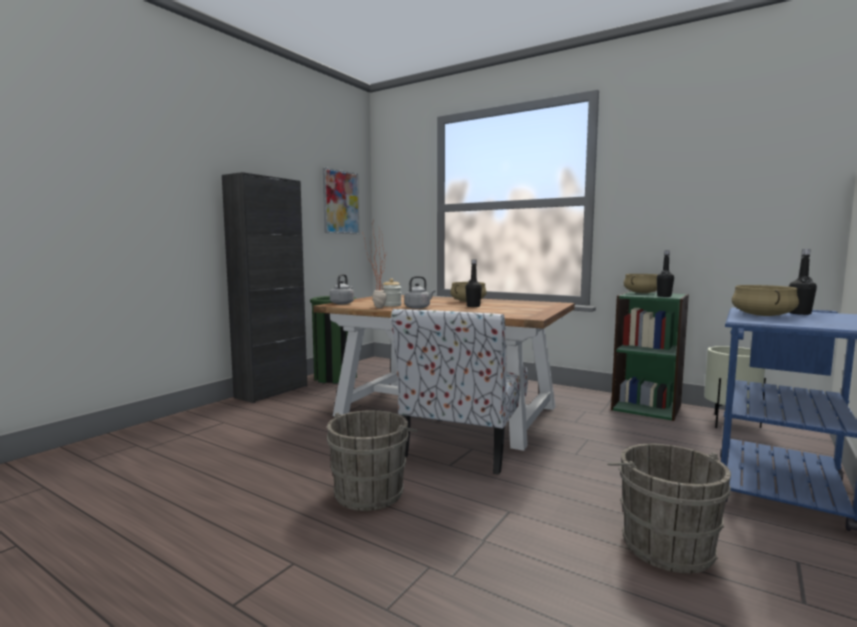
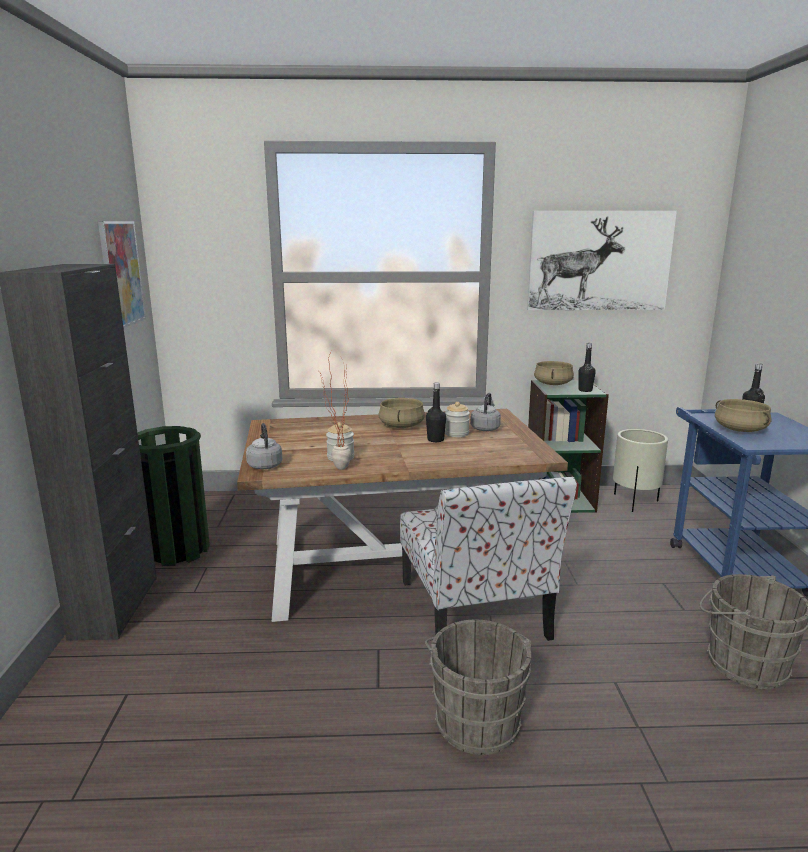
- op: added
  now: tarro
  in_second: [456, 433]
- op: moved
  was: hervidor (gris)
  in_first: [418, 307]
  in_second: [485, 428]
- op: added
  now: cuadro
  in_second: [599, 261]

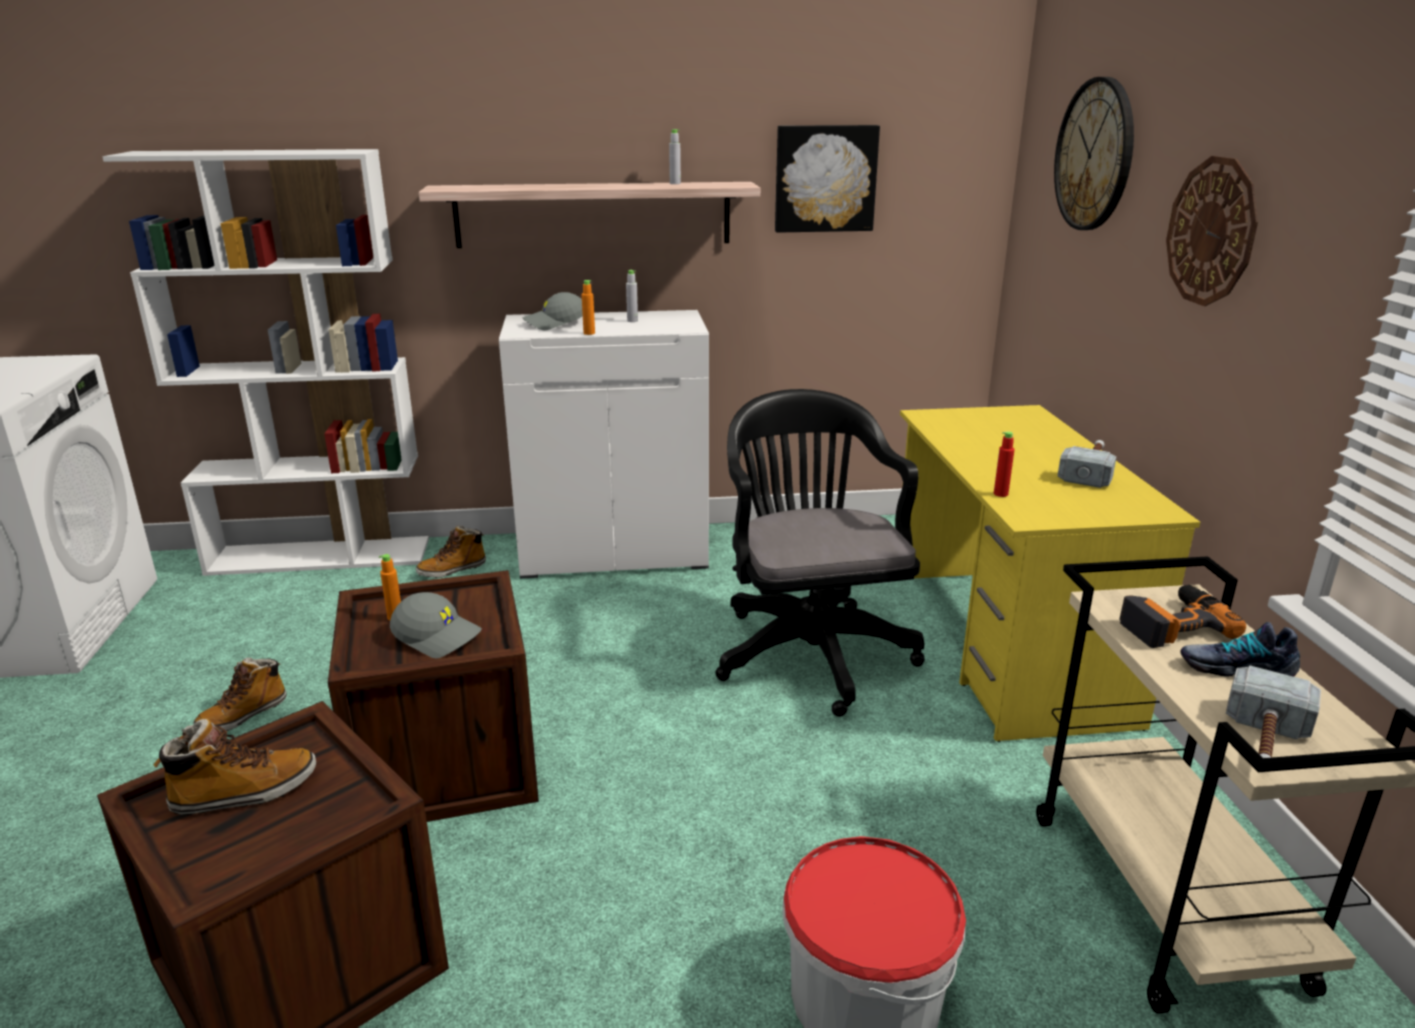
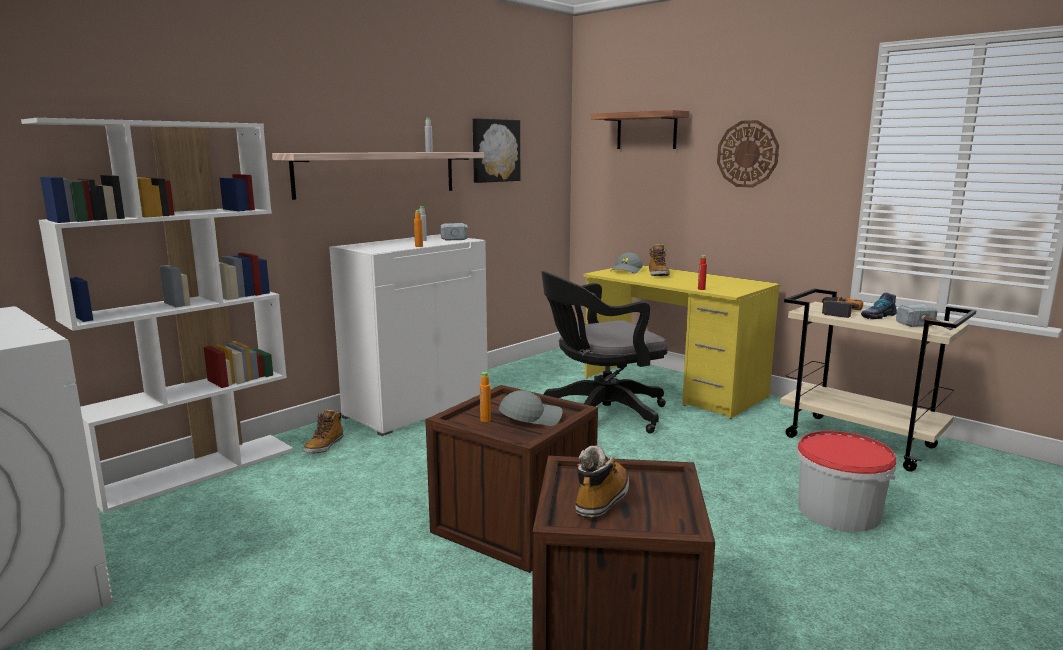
- op: moved
  was: martillo
  in_first: [1089, 471]
  in_second: [453, 237]
- op: turned
  was: silla de oficina (negro)
  in_first: [809, 649]
  in_second: [599, 414]
  clockwise: -60
- op: replaced
  was: reloj de pared
  now: estante
  in_first: [1095, 155]
  in_second: [646, 130]
- op: moved
  was: gorra (gris)
  in_first: [556, 324]
  in_second: [627, 271]
- op: moved
  was: bota
  in_first: [243, 715]
  in_second: [658, 274]

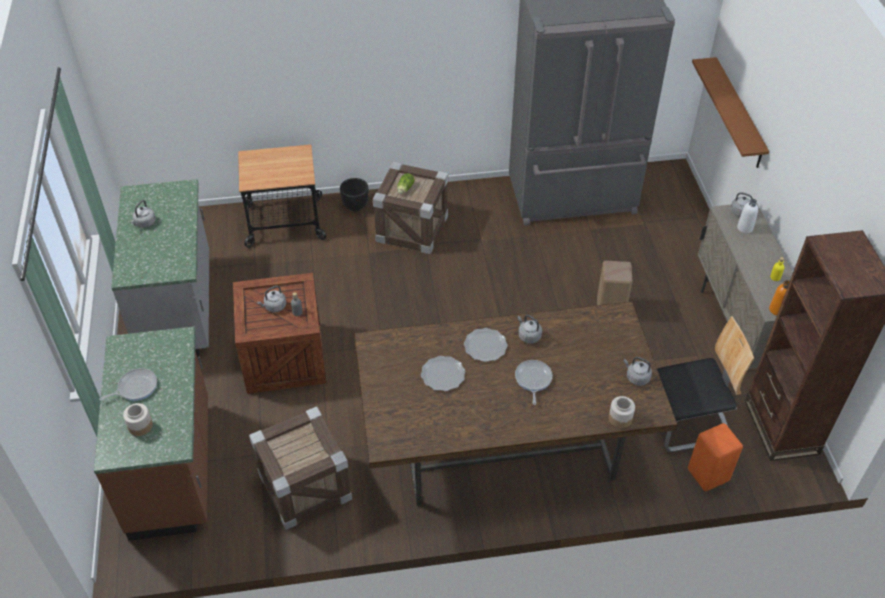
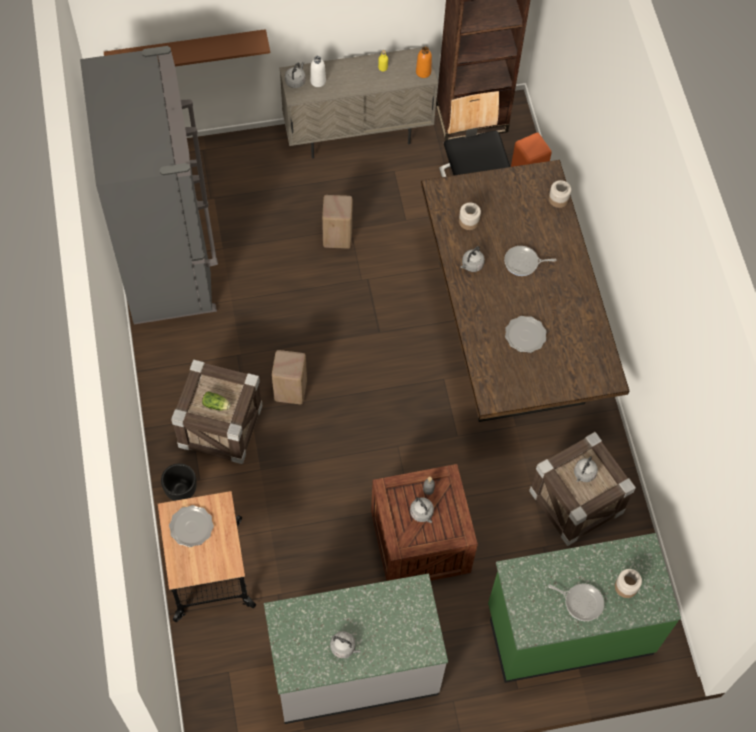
- op: moved
  was: plato
  in_first: [485, 346]
  in_second: [191, 527]
- op: added
  now: taburete (beis)
  in_second: [289, 389]
- op: added
  now: tarro
  in_second: [469, 221]
- op: recoloured
  was: mueble bajo de cocina (marrón)
  now: mueble bajo de cocina (verde)
  in_first: [173, 468]
  in_second: [569, 629]
- op: turned
  was: sartén
  in_first: [135, 387]
  in_second: [581, 602]
  clockwise: 150
- op: moved
  was: hervidor (gris)
  in_first: [636, 377]
  in_second: [583, 474]

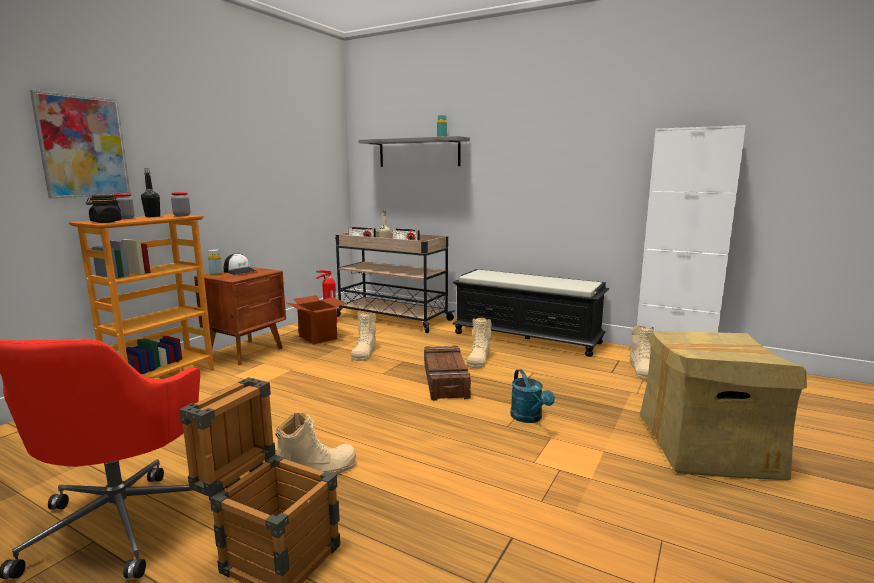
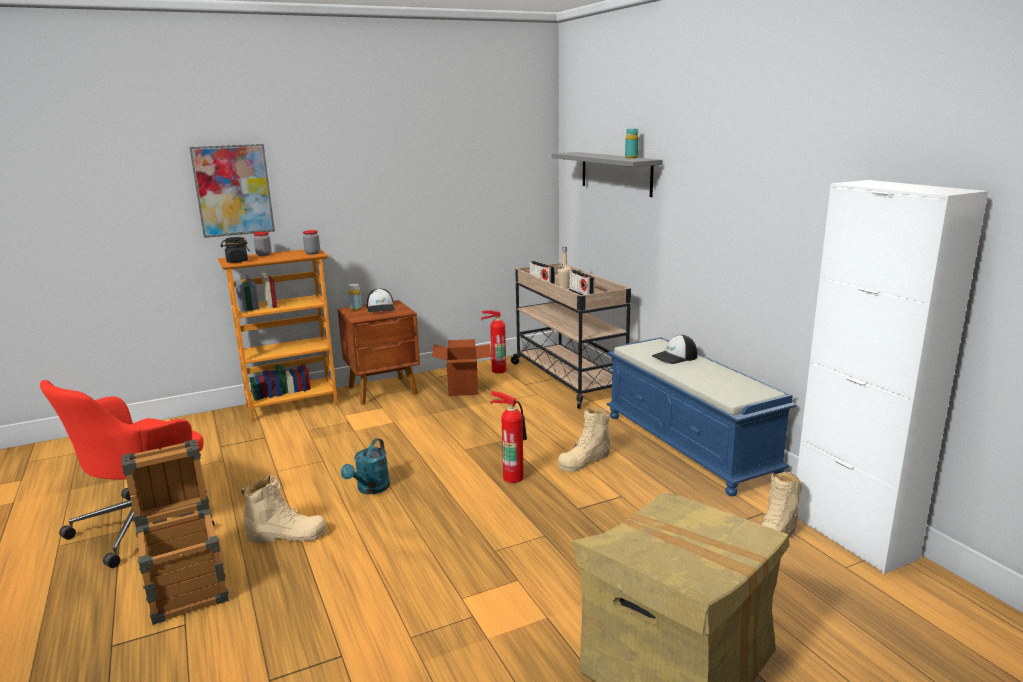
- op: moved
  was: regadera (turquesa)
  in_first: [529, 418]
  in_second: [370, 489]
- op: replaced
  was: caja de embalaje
  now: extintor
  in_first: [446, 380]
  in_second: [512, 476]
- op: recoloured
  was: banco (negro)
  now: banco (azul)
  in_first: [527, 337]
  in_second: [690, 445]
- op: added
  now: gorra
  in_second: [675, 357]
- op: removed
  was: botella (negro)
  in_first: [152, 216]
- op: removed
  was: bota (beis)
  in_first: [364, 352]

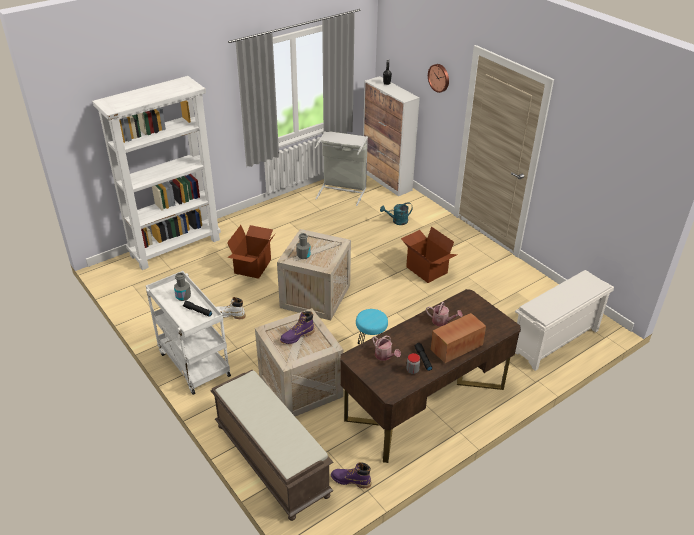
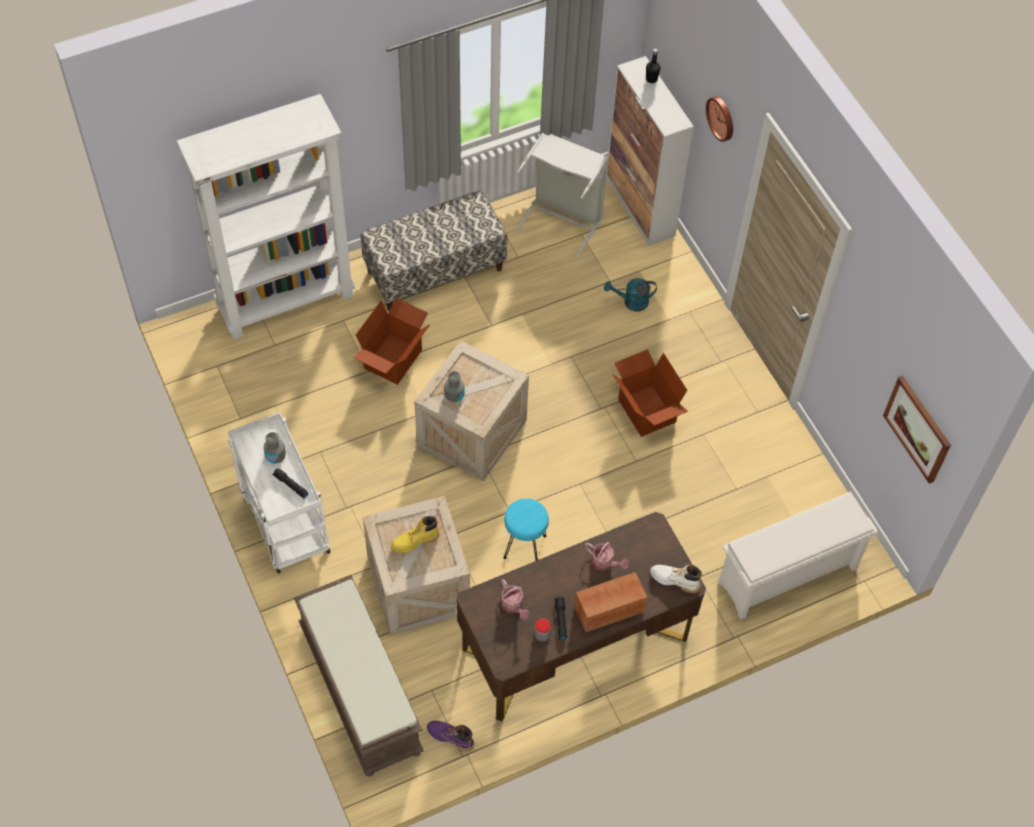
- op: added
  now: banco
  in_second: [435, 270]
- op: recoloured
  was: bota (morado)
  now: bota (amarillo)
  in_first: [297, 336]
  in_second: [415, 541]
- op: moved
  was: bota (blanco)
  in_first: [229, 315]
  in_second: [674, 580]
- op: added
  now: cuadro
  in_second: [918, 429]

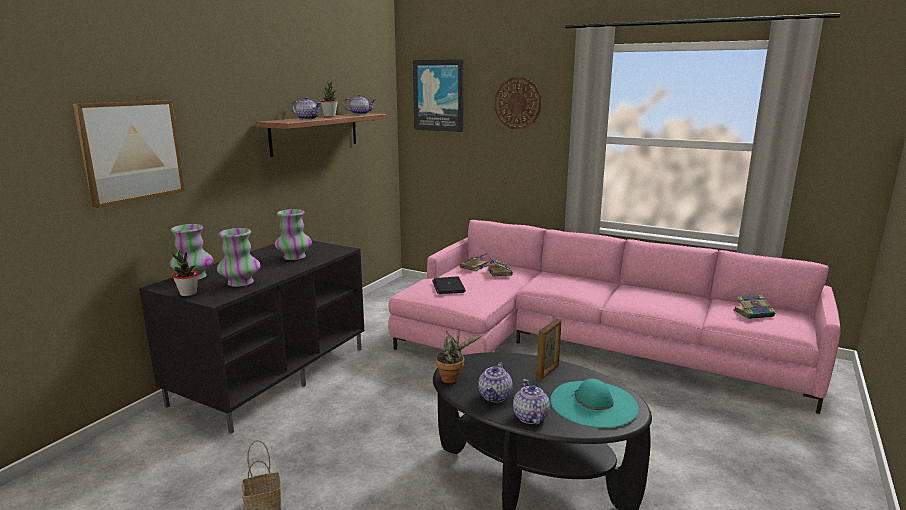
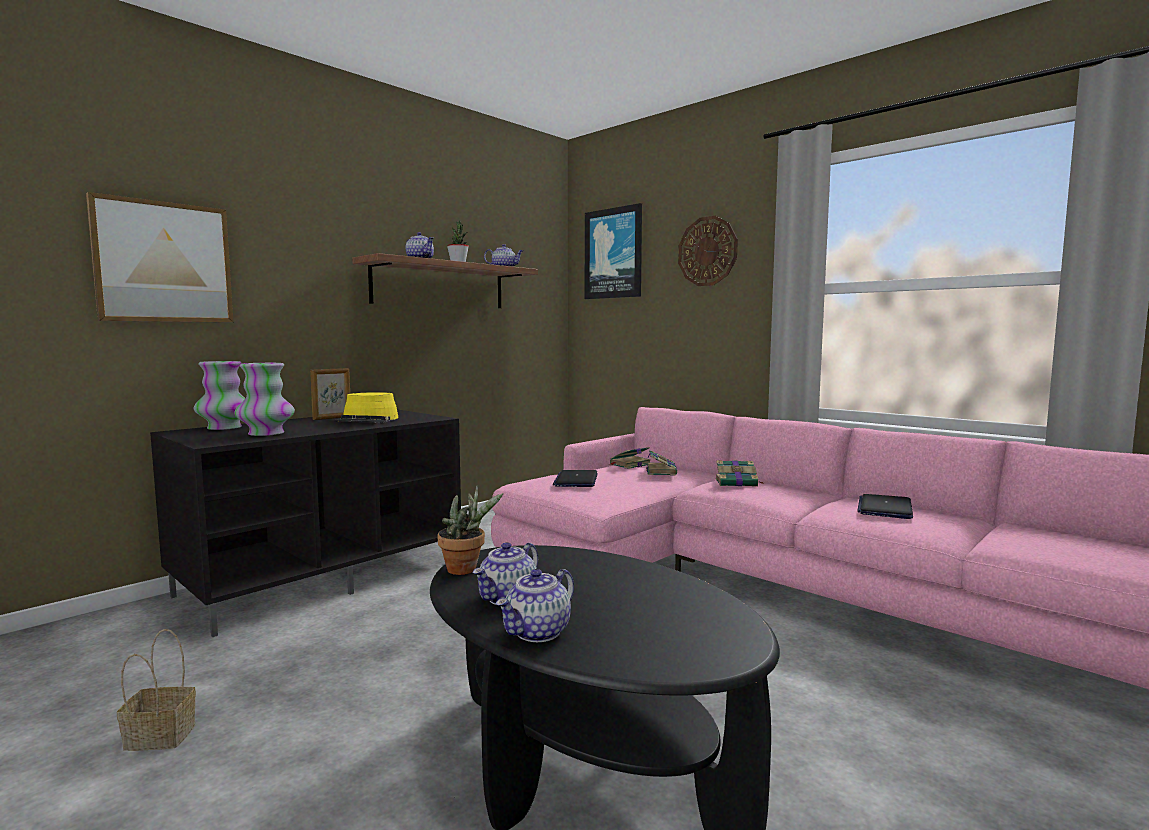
- op: moved
  was: portarretratos
  in_first: [548, 372]
  in_second: [332, 418]
- op: replaced
  was: florero
  now: sombrero (amarillo)
  in_first: [294, 257]
  in_second: [368, 420]
- op: turned
  was: tetera
  in_first: [529, 417]
  in_second: [538, 632]
  clockwise: -150
- op: moved
  was: libro
  in_first: [754, 313]
  in_second: [737, 483]
- op: added
  now: portátil
  in_second: [885, 508]
- op: removed
  was: planta en maceta
  in_first: [188, 293]
- op: removed
  was: sombrero (turquesa)
  in_first: [593, 403]

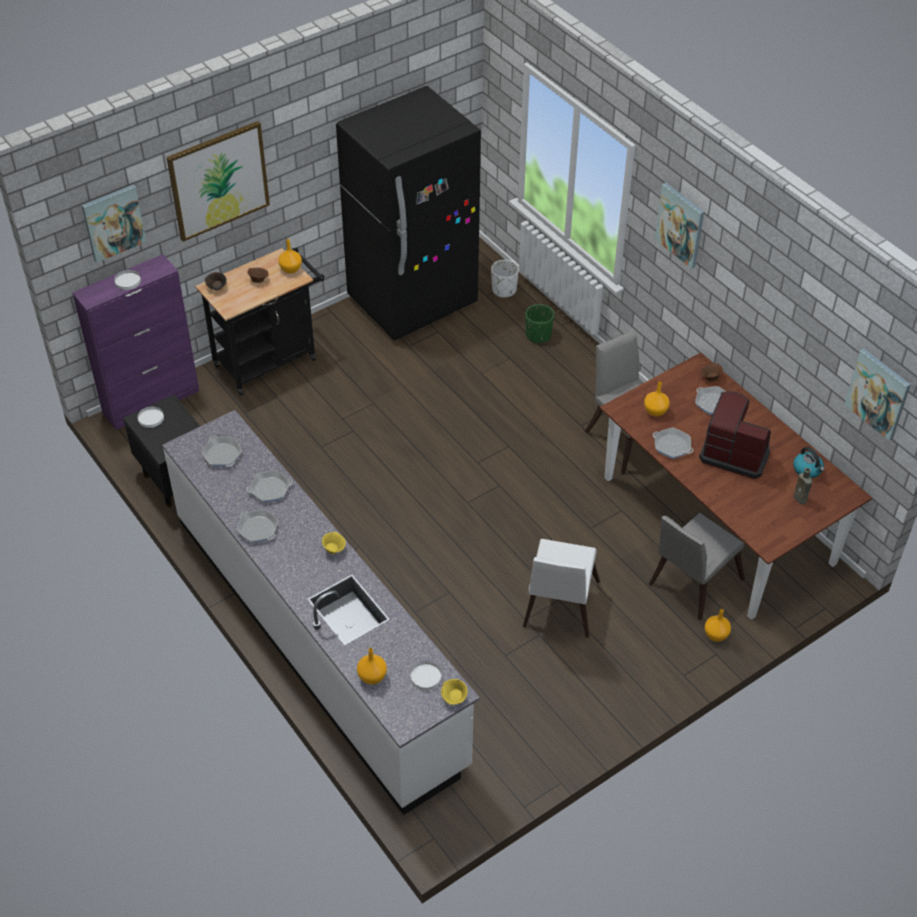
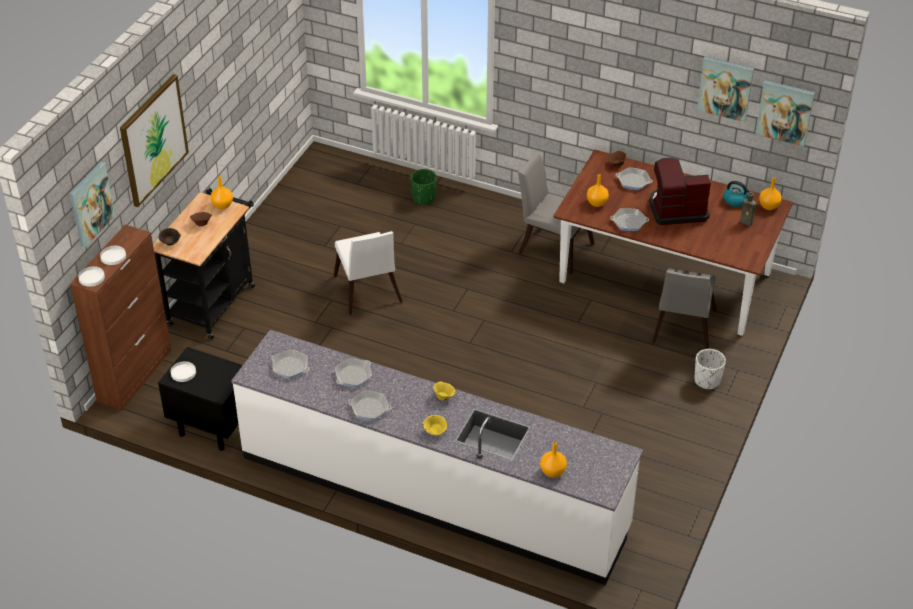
- op: recoloured
  was: armario (morado)
  now: armario (marrón)
  in_first: [152, 401]
  in_second: [135, 375]
- op: moved
  was: plato (blanco)
  in_first: [425, 677]
  in_second: [91, 277]
- op: moved
  was: silla (blanco)
  in_first: [559, 608]
  in_second: [368, 293]
- op: moved
  was: cuenco (amarillo)
  in_first: [454, 698]
  in_second: [435, 432]
- op: moved
  was: maceta (blanco)
  in_first: [504, 290]
  in_second: [707, 380]
- op: moved
  was: cuadro
  in_first: [680, 225]
  in_second: [725, 88]
- op: moved
  was: florero (naranja)
  in_first: [716, 635]
  in_second: [769, 206]
- op: removed
  was: nevera (negro)
  in_first: [412, 301]

